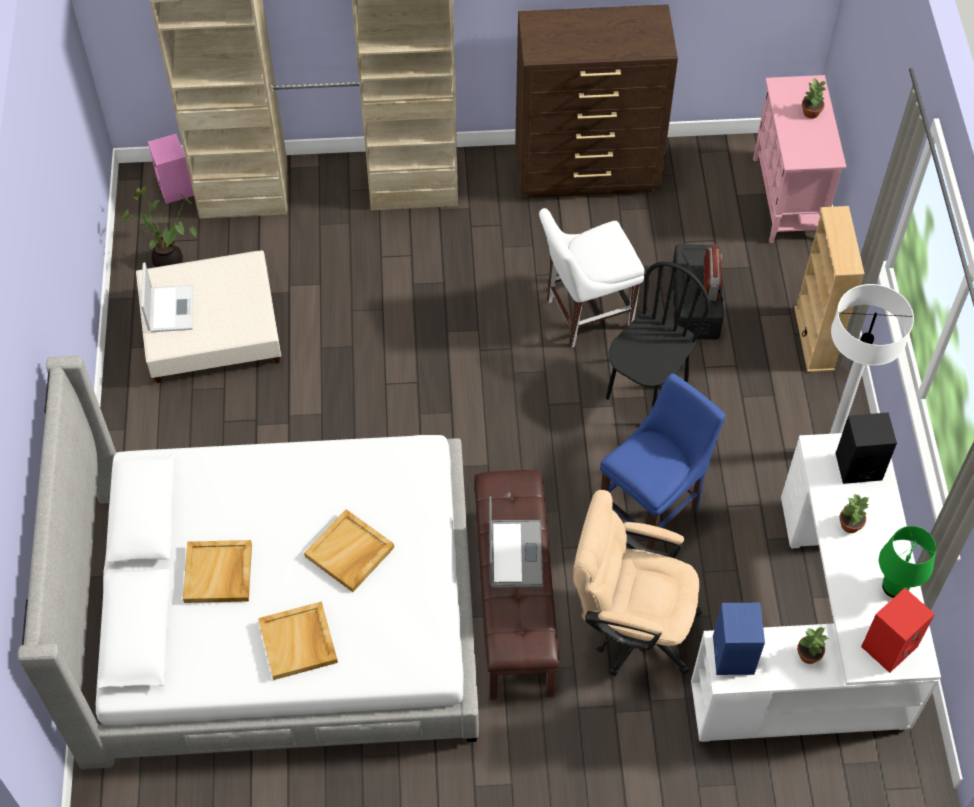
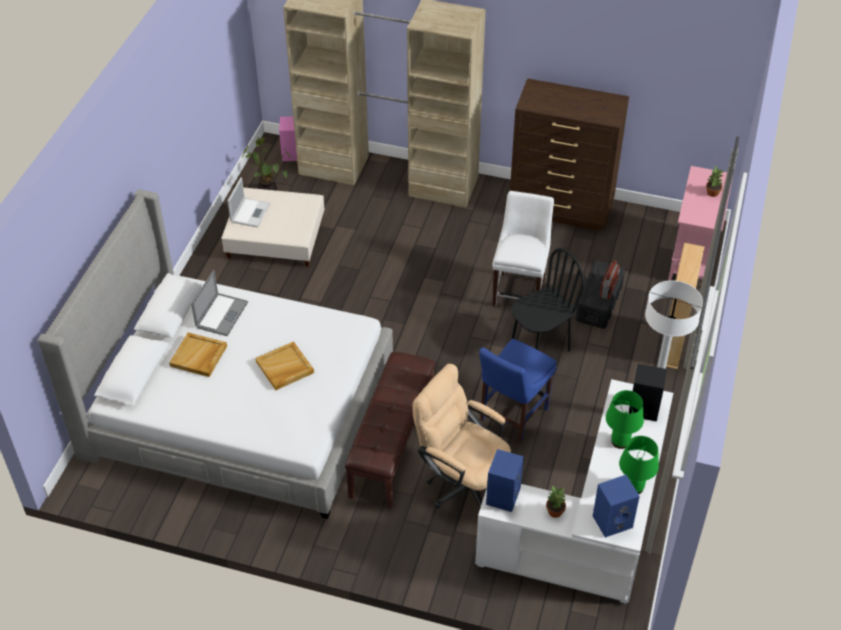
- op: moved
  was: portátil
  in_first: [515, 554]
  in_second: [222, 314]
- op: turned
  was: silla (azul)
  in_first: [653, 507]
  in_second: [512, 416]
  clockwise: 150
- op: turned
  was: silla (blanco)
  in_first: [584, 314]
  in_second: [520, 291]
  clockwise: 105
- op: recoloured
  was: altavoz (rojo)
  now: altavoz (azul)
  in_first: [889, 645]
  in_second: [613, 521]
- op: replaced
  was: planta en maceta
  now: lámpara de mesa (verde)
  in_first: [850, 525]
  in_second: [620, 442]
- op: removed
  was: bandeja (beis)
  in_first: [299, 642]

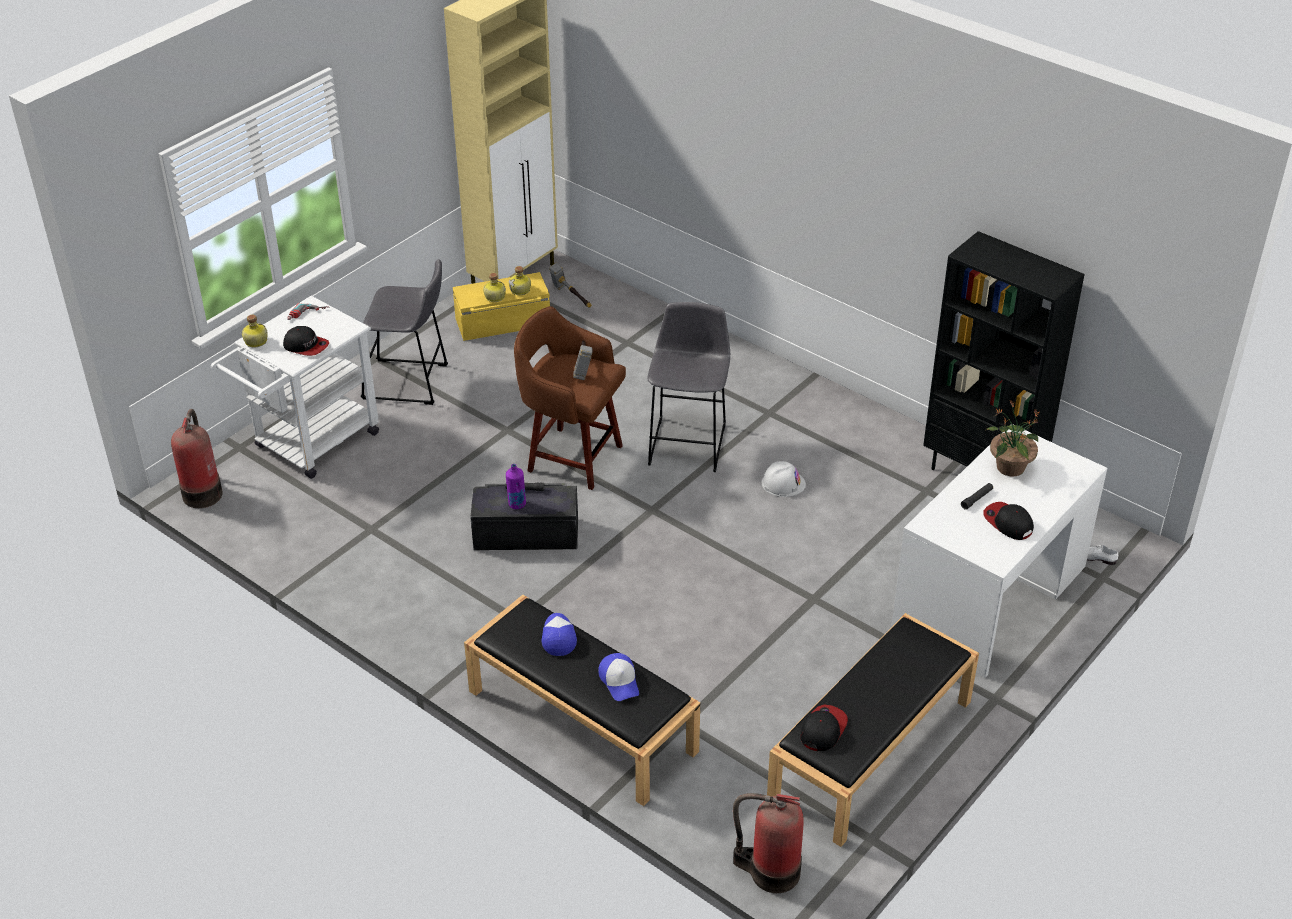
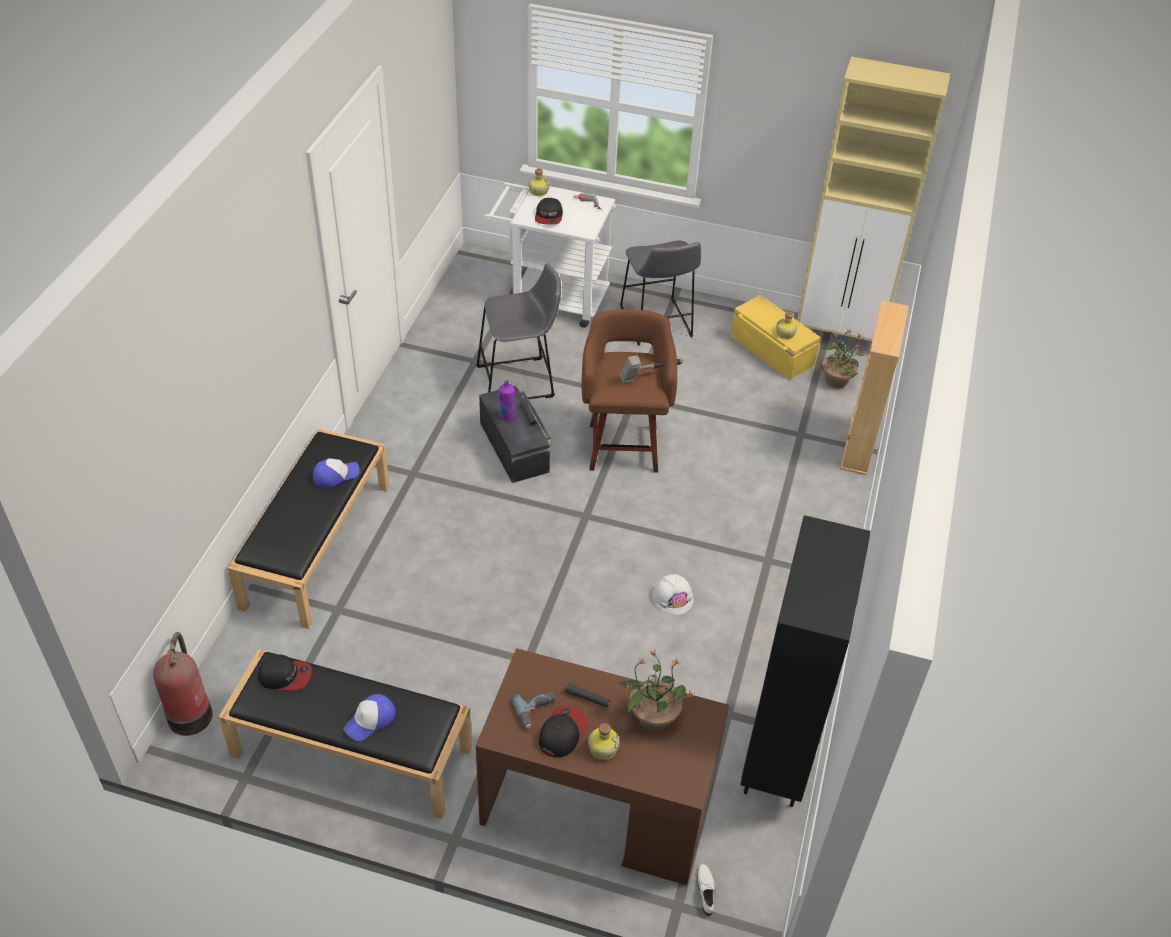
- op: moved
  was: gorra
  in_first: [620, 681]
  in_second: [370, 720]
- op: moved
  was: taburete (gris)
  in_first: [689, 441]
  in_second: [520, 381]
- op: recoloured
  was: escritorio (blanco)
  now: escritorio (marrón)
  in_first: [990, 596]
  in_second: [598, 804]
- op: added
  now: taladro
  in_second: [536, 711]
- op: moved
  was: botella
  in_first: [494, 297]
  in_second: [602, 747]
- op: replaced
  was: martillo
  now: planta en maceta
  in_first: [571, 298]
  in_second: [836, 380]
- op: added
  now: estantería (beis)
  in_second: [859, 446]
- op: removed
  was: extintor
  in_first: [203, 492]

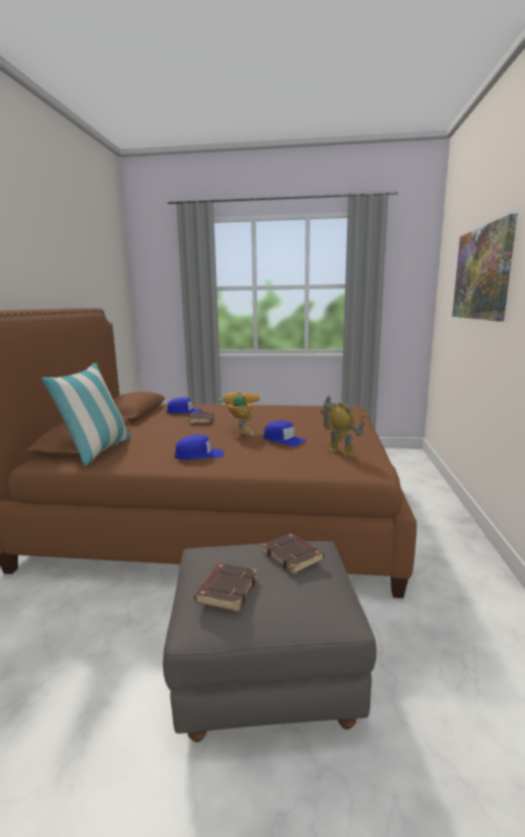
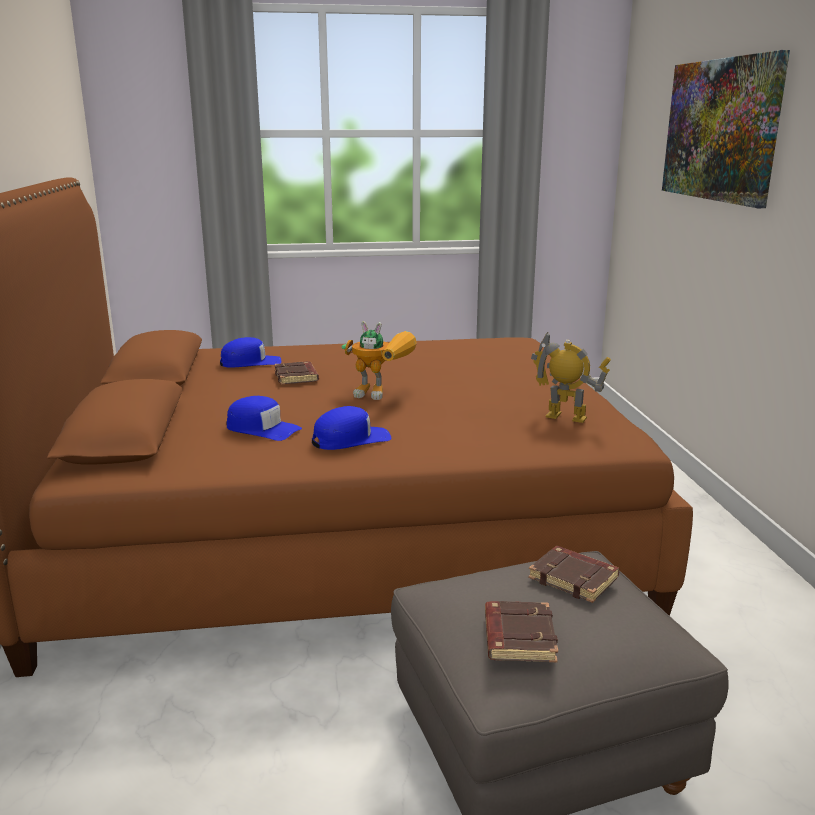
- op: moved
  was: gorra (azul)
  in_first: [283, 440]
  in_second: [262, 429]
- op: turned
  was: robot de juguete
  in_first: [240, 432]
  in_second: [383, 394]
  clockwise: 135
- op: removed
  was: cojín
  in_first: [97, 451]

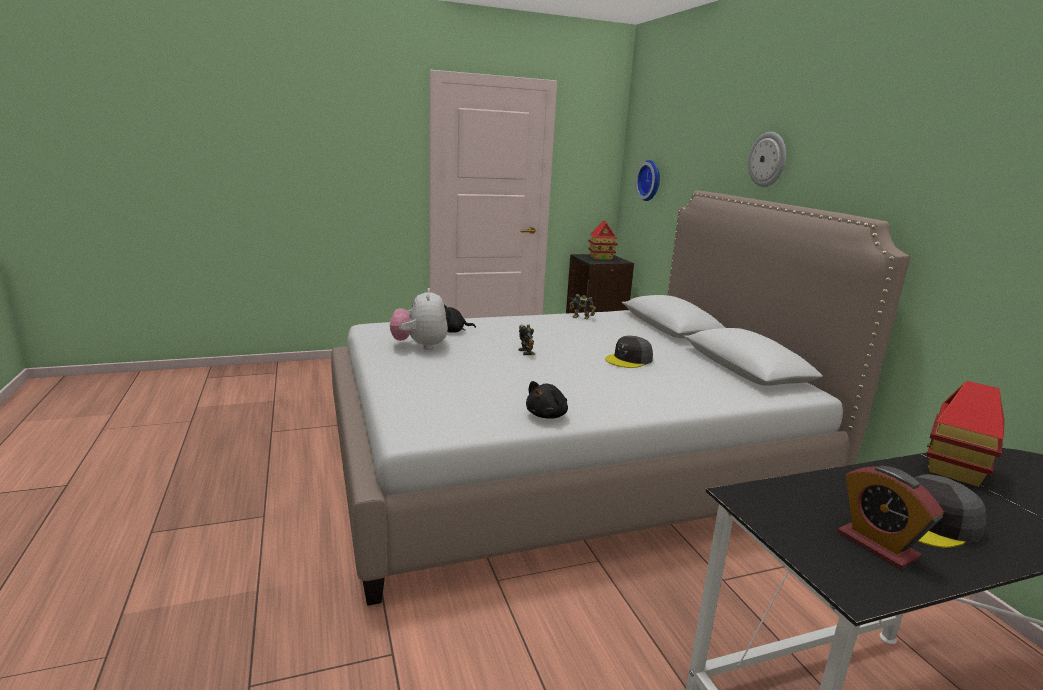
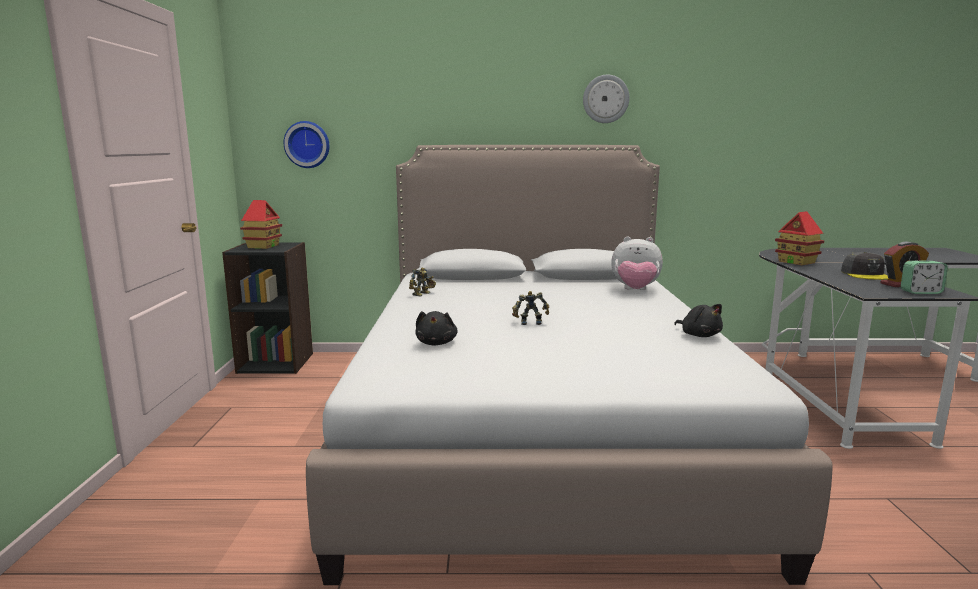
- op: moved
  was: reloj de pared
  in_first: [768, 159]
  in_second: [605, 99]
- op: moved
  was: peluche
  in_first: [420, 346]
  in_second: [635, 290]
- op: added
  now: despertador
  in_second: [920, 292]
- op: removed
  was: gorra (gris)
  in_first: [629, 359]

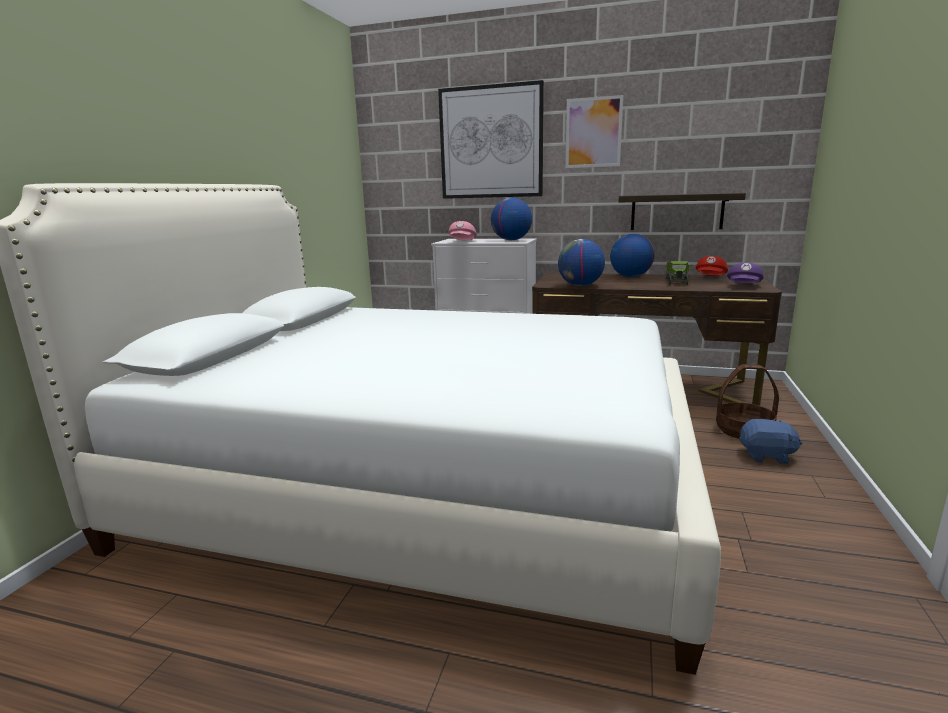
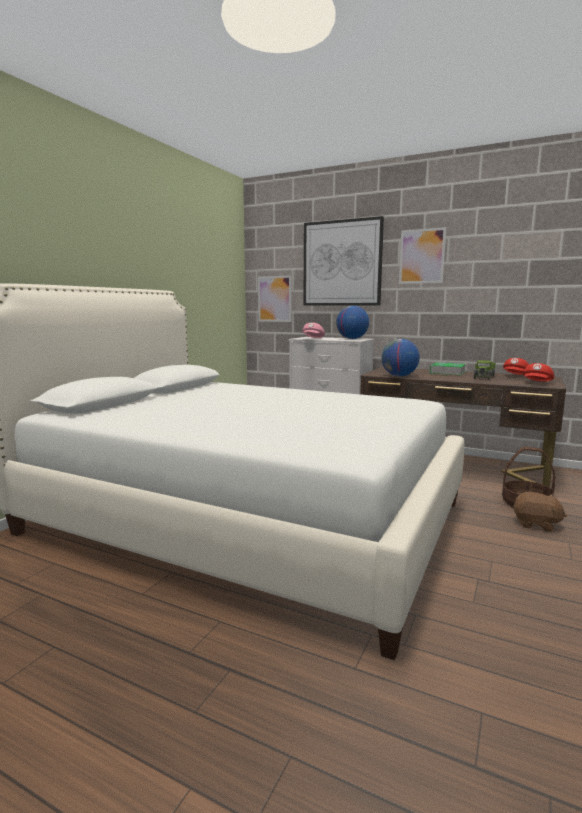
- op: added
  now: cuadro
  in_second: [274, 299]
- op: replaced
  was: globo terráqueo
  now: libro
  in_first: [630, 276]
  in_second: [447, 372]
- op: recoloured
  was: peluche (azul)
  now: peluche (marrón)
  in_first: [766, 456]
  in_second: [536, 524]
- op: recoloured
  was: gorra (morado)
  now: gorra (rojo)
  in_first: [744, 286]
  in_second: [537, 383]
- op: removed
  was: estante
  in_first: [676, 212]

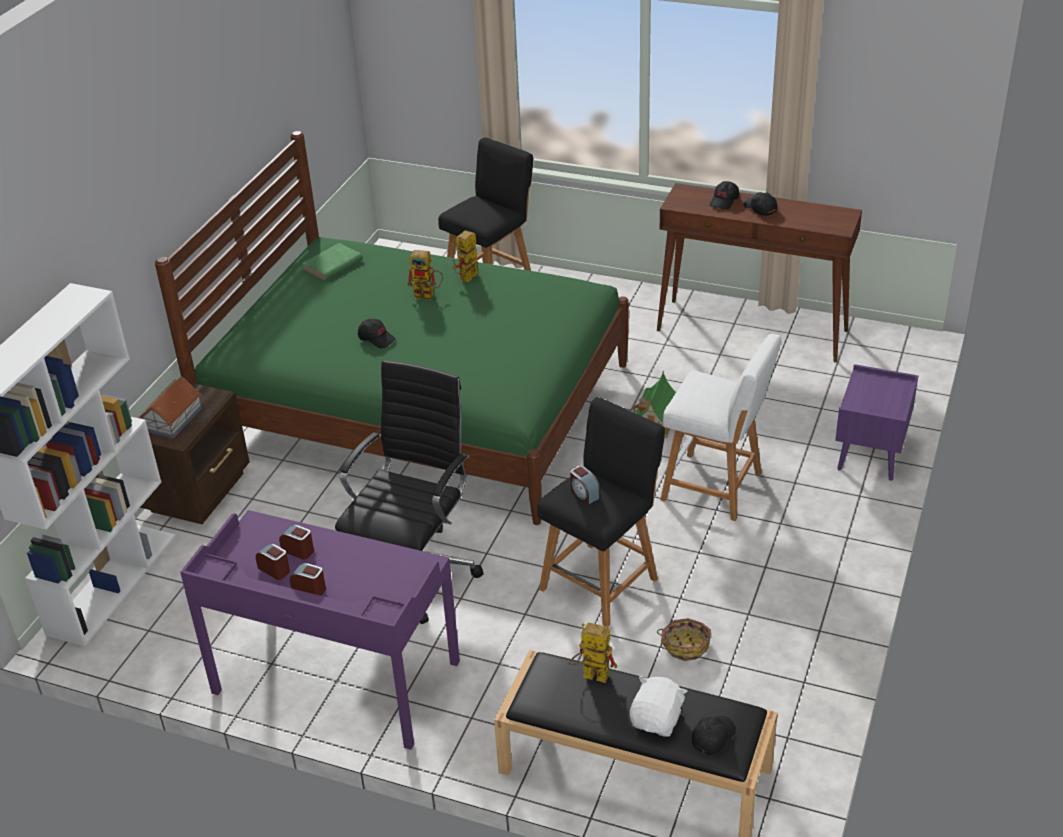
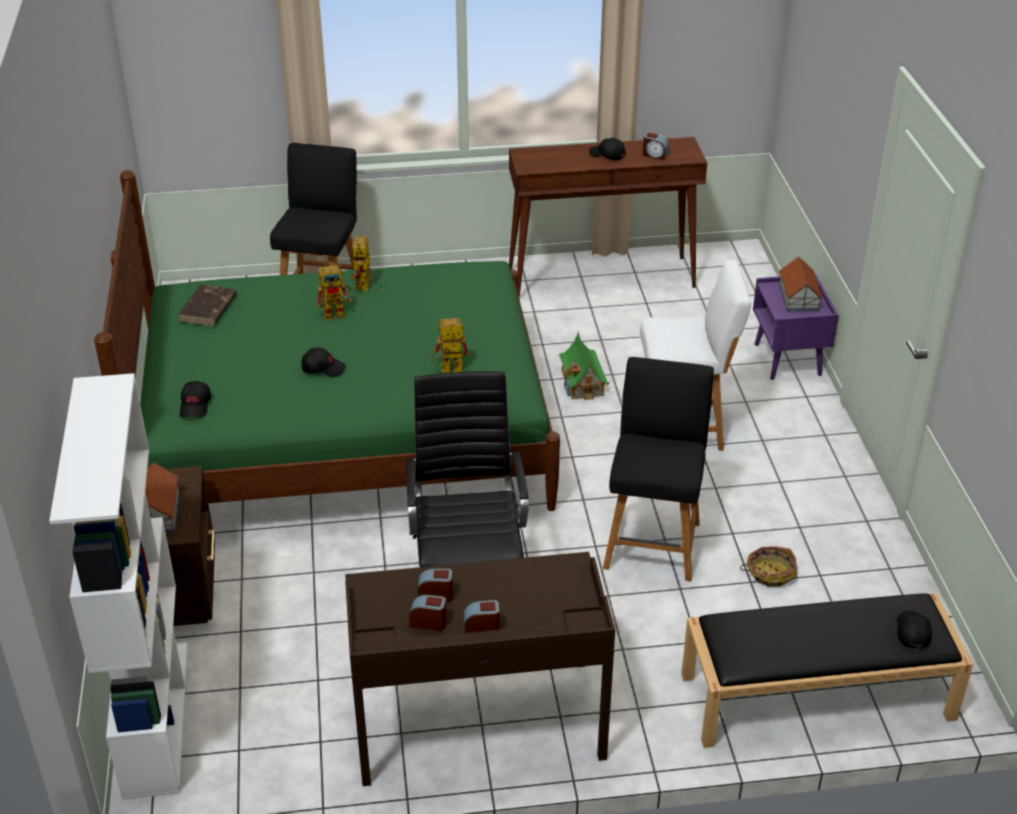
- op: recoloured
  was: libro (verde)
  now: libro (marrón)
  in_first: [332, 265]
  in_second: [208, 309]
- op: moved
  was: gorra (negro)
  in_first: [724, 201]
  in_second: [196, 406]
- op: recoloured
  was: escritorio (morado)
  now: escritorio (marrón)
  in_first: [335, 678]
  in_second: [478, 722]
- op: moved
  was: robot de juguete
  in_first: [590, 675]
  in_second: [446, 370]
- op: moved
  was: despertador
  in_first: [584, 494]
  in_second: [654, 155]
- op: added
  now: casita
  in_second: [799, 297]
- op: removed
  was: peluche (blanco)
  in_first: [657, 720]

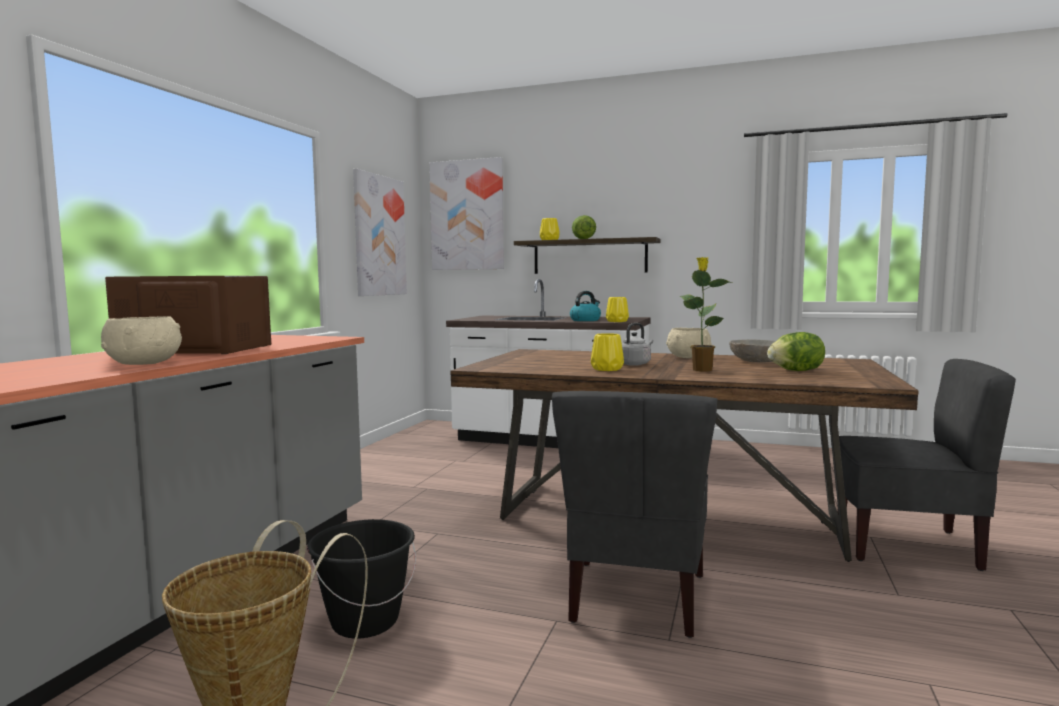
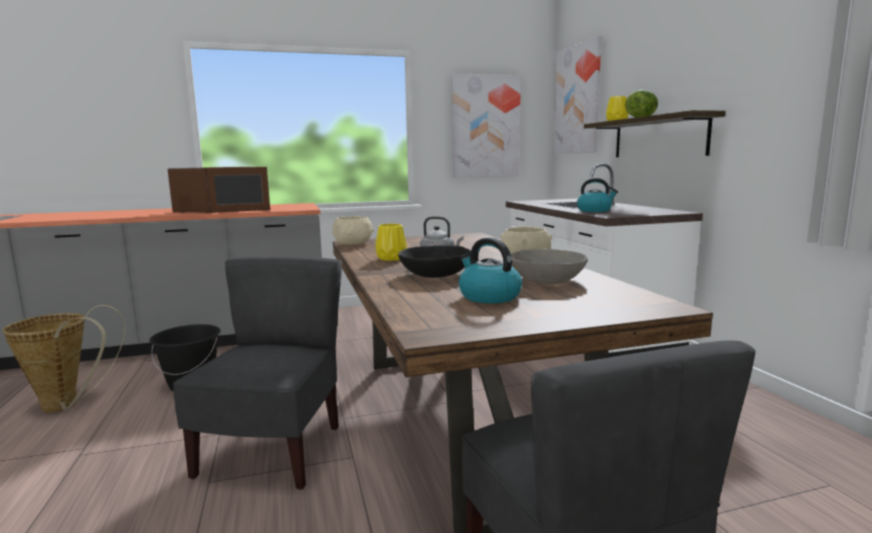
- op: turned
  was: microondas (marrón)
  in_first: [201, 349]
  in_second: [217, 210]
  clockwise: 45
- op: turned
  was: silla (gris)
  in_first: [636, 597]
  in_second: [273, 451]
  clockwise: 120
- op: moved
  was: cuenco (beis)
  in_first: [145, 363]
  in_second: [354, 244]
- op: replaced
  was: planta en maceta
  now: cuenco (negro)
  in_first: [701, 370]
  in_second: [434, 274]
- op: replaced
  was: lechuga
  now: hervidor
  in_first: [796, 371]
  in_second: [488, 296]
- op: removed
  was: florero (amarillo)
  in_first: [617, 321]

